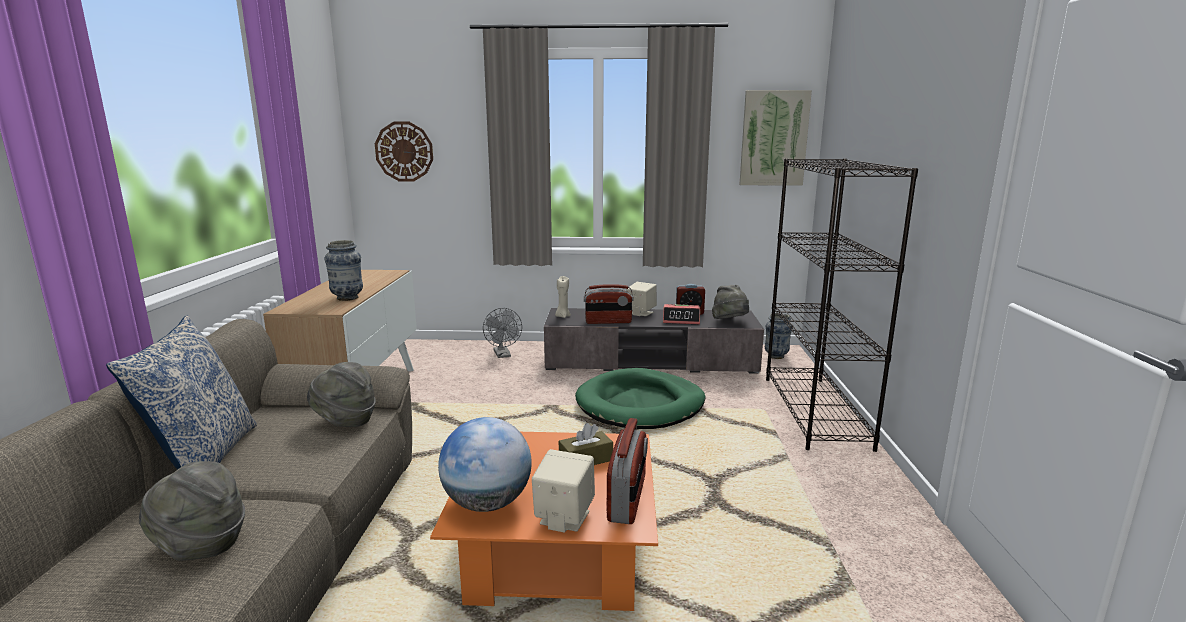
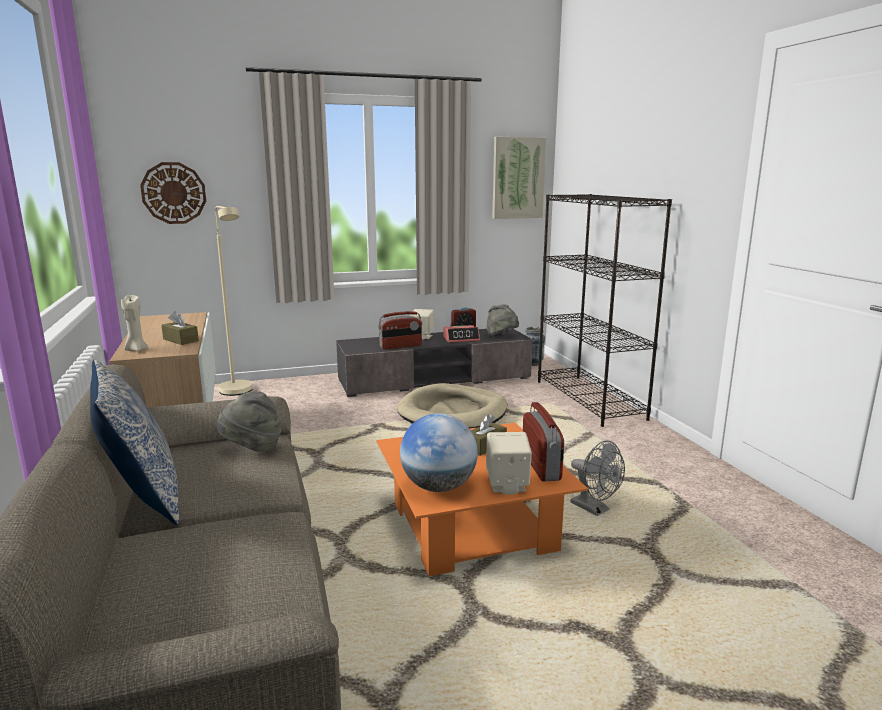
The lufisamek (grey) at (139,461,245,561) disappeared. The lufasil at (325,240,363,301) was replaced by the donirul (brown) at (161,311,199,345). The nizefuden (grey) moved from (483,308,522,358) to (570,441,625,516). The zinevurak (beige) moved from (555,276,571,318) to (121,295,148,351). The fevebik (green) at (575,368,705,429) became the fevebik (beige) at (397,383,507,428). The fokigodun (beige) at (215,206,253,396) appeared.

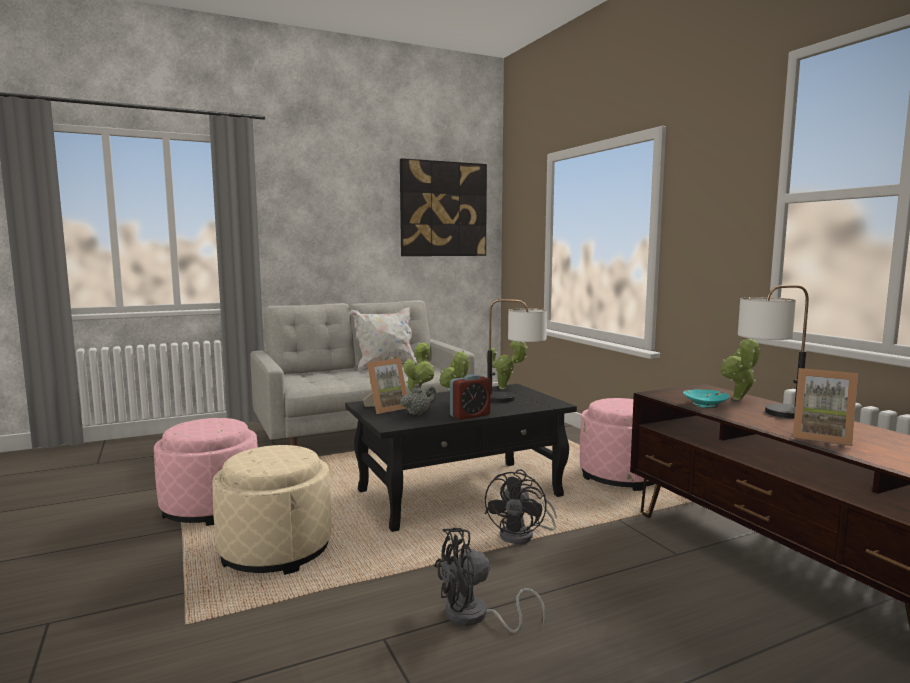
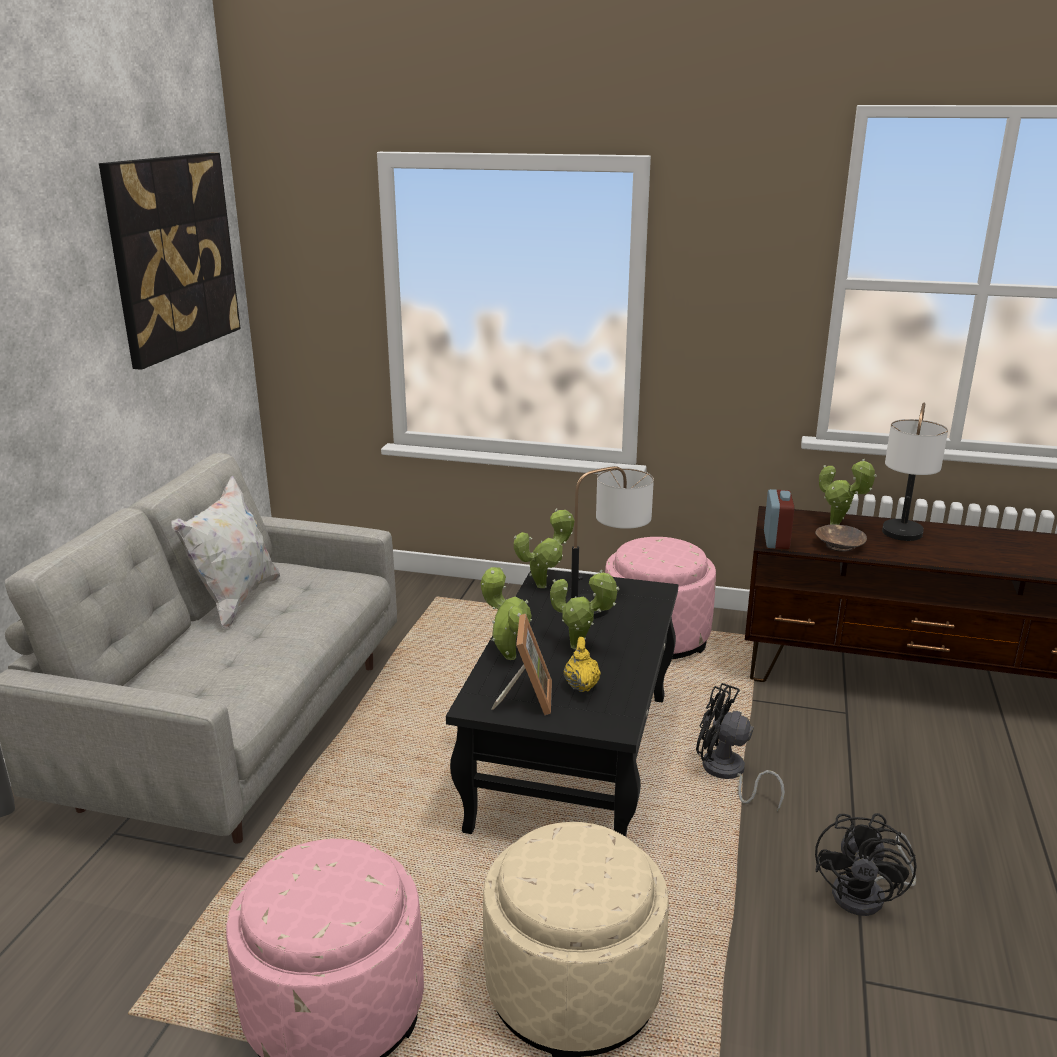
The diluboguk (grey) at (400,384,436,415) became the diluboguk (yellow) at (564,637,601,692). The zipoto moved from (450,374,491,420) to (764,489,795,549). The nizefuden (black) at (485,469,557,545) turned 150 degrees clockwise. The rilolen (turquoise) at (683,389,730,408) became the rilolen (brown) at (815,524,867,552). The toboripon at (793,368,858,446) disappeared.

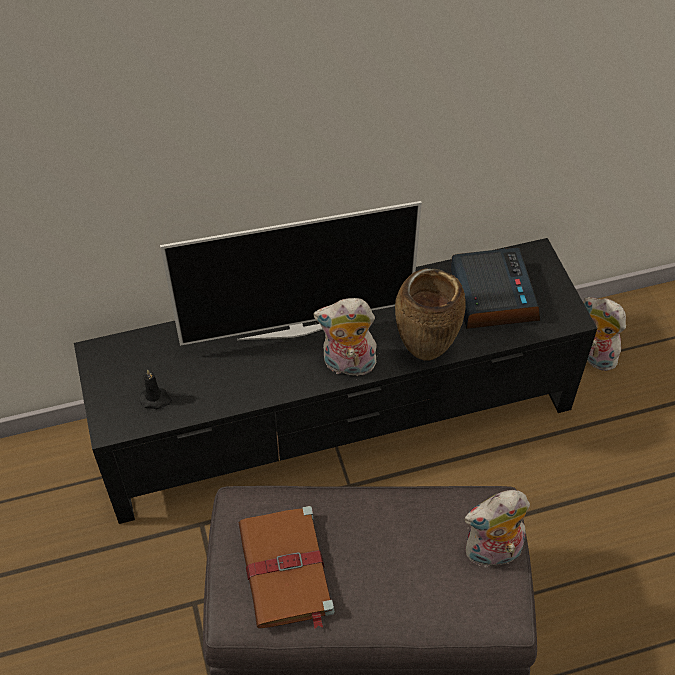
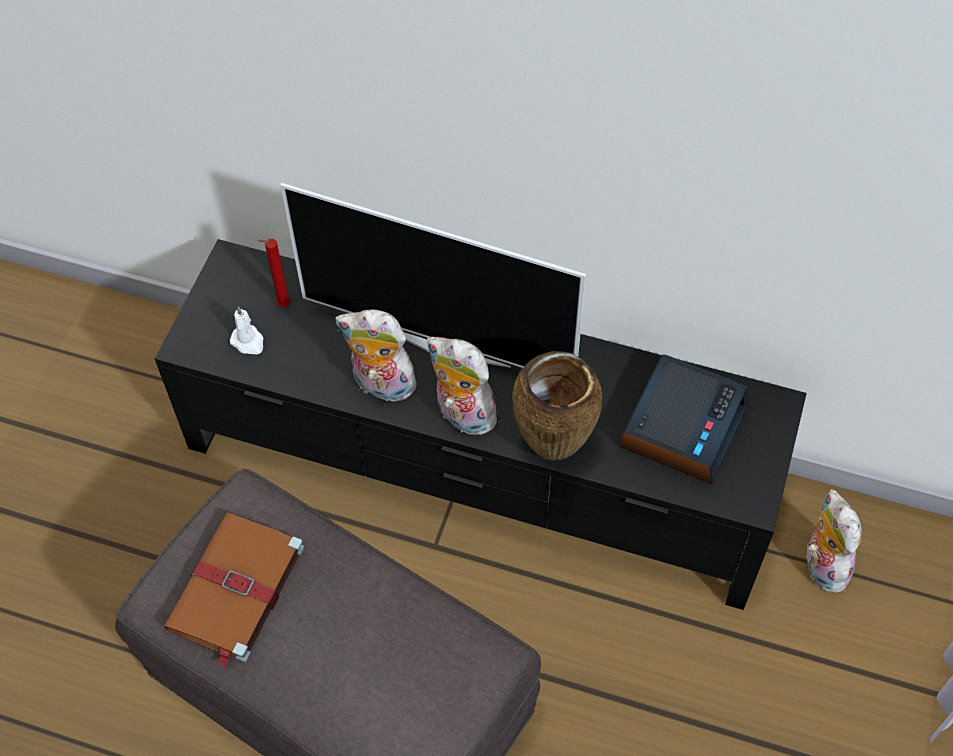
The zinevurak (black) at (139,369,172,409) became the zinevurak (white) at (230,306,263,354). The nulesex moved from (464,490,530,568) to (335,309,421,402). The zinevurak (red) at (258,239,291,307) appeared.

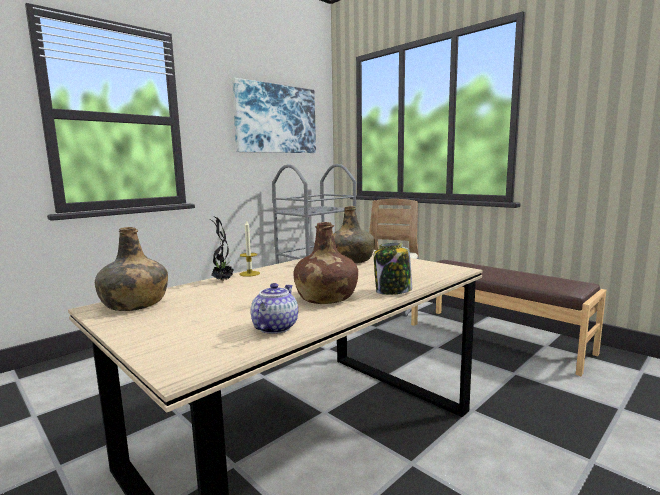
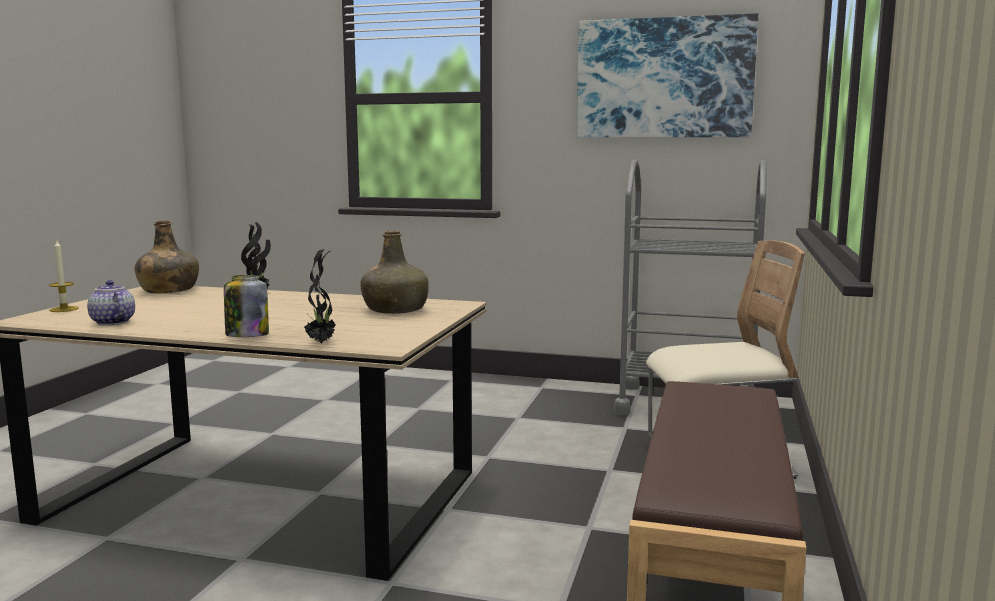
The zinevurak moved from (240,221,260,277) to (49,240,79,312). The diluboguk at (251,283,298,334) turned 120 degrees counterclockwise. The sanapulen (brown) at (294,222,358,304) disappeared. The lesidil at (304,249,338,343) appeared.

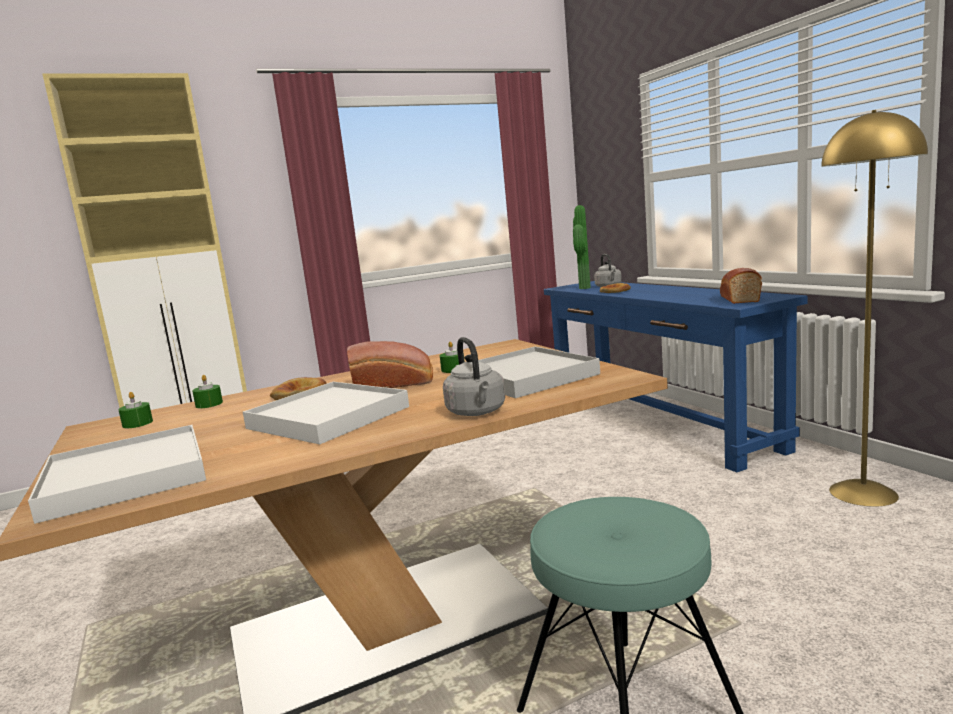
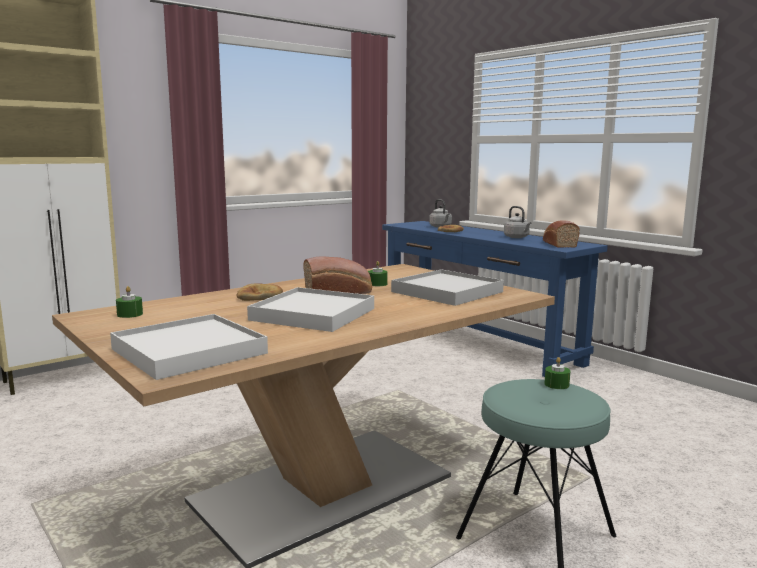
The zinevurak (green) moved from (192,375,223,408) to (544,357,570,389). The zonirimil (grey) moved from (443,337,505,416) to (504,206,532,238). The lesidil at (573,205,591,289) disappeared. The fokigodun (yellow) at (821,110,928,507) disappeared.

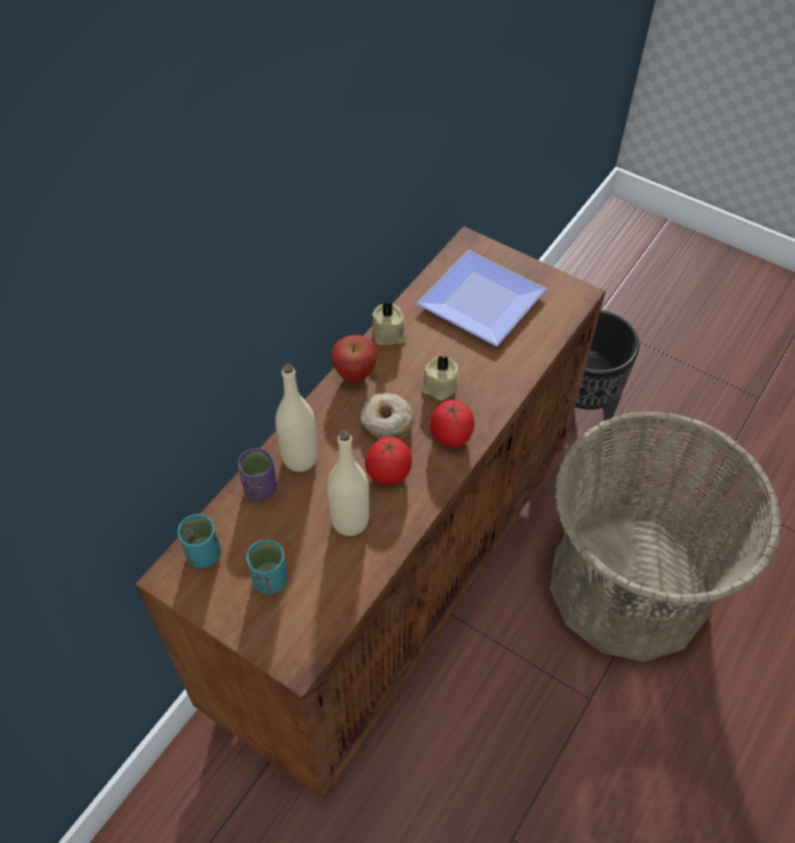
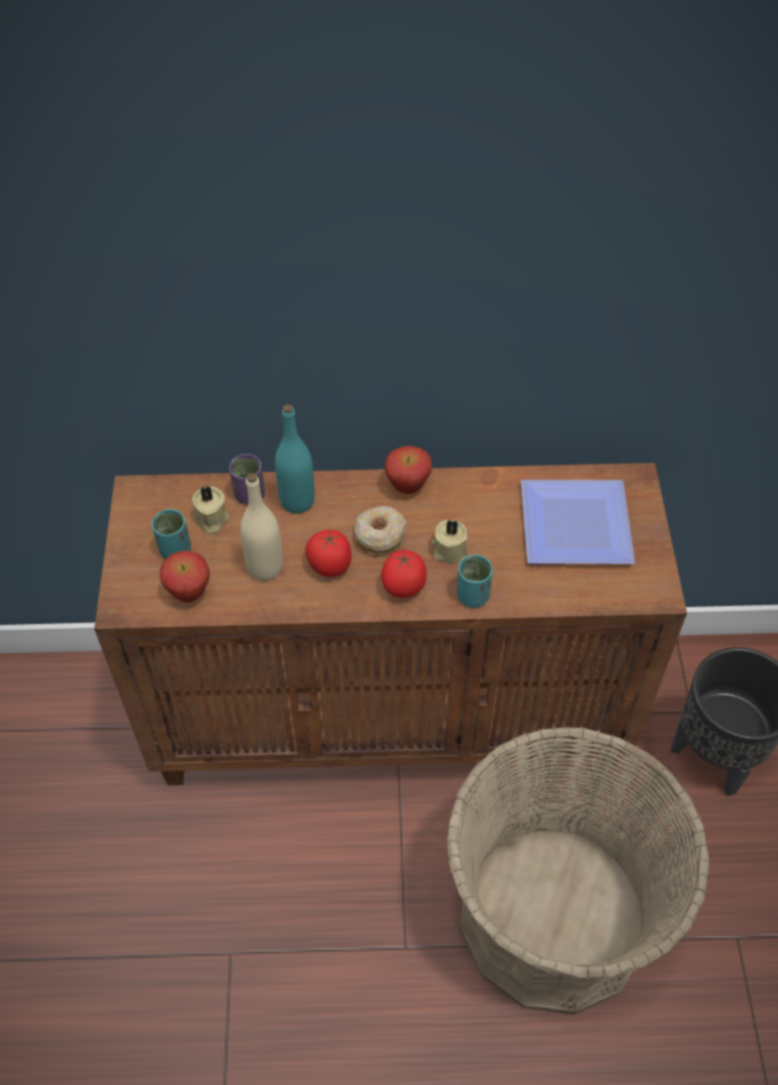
The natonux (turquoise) moved from (178,514,221,568) to (457,555,493,608). The sanapulen (beige) at (275,363,318,472) became the sanapulen (turquoise) at (275,404,315,514). The zinevurak (beige) moved from (371,301,407,345) to (192,486,229,534). The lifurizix at (159,551,210,603) appeared.

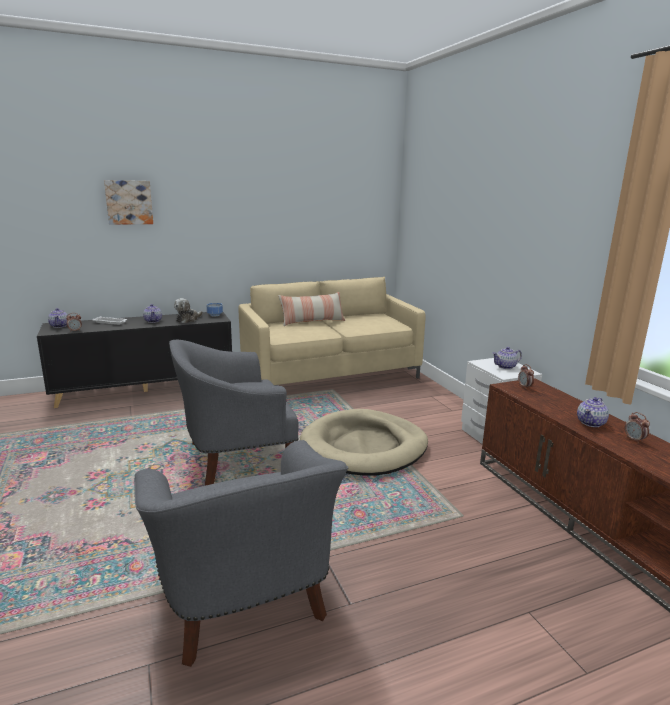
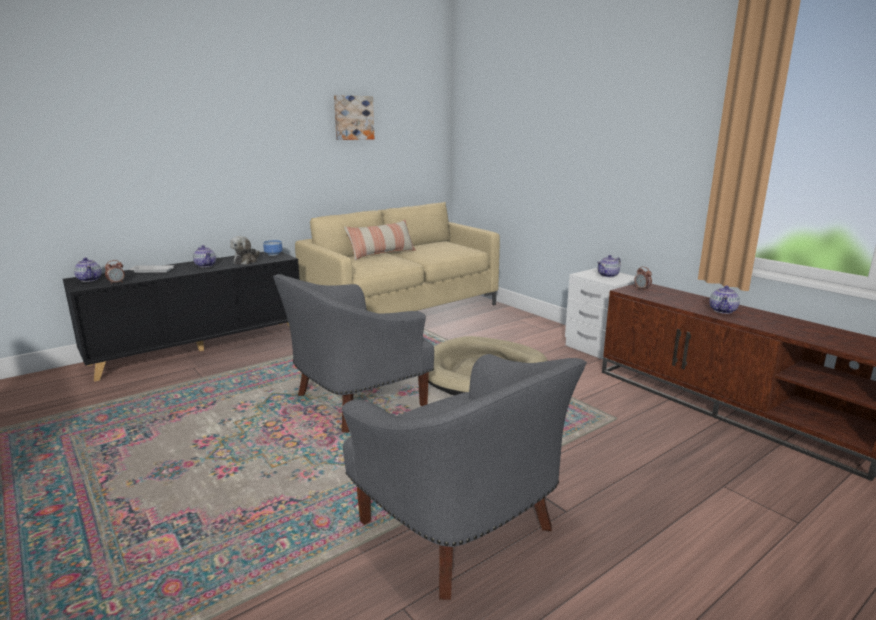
The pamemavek moved from (104,180,153,225) to (334,95,374,140). The zipoto at (625,412,650,444) disappeared.

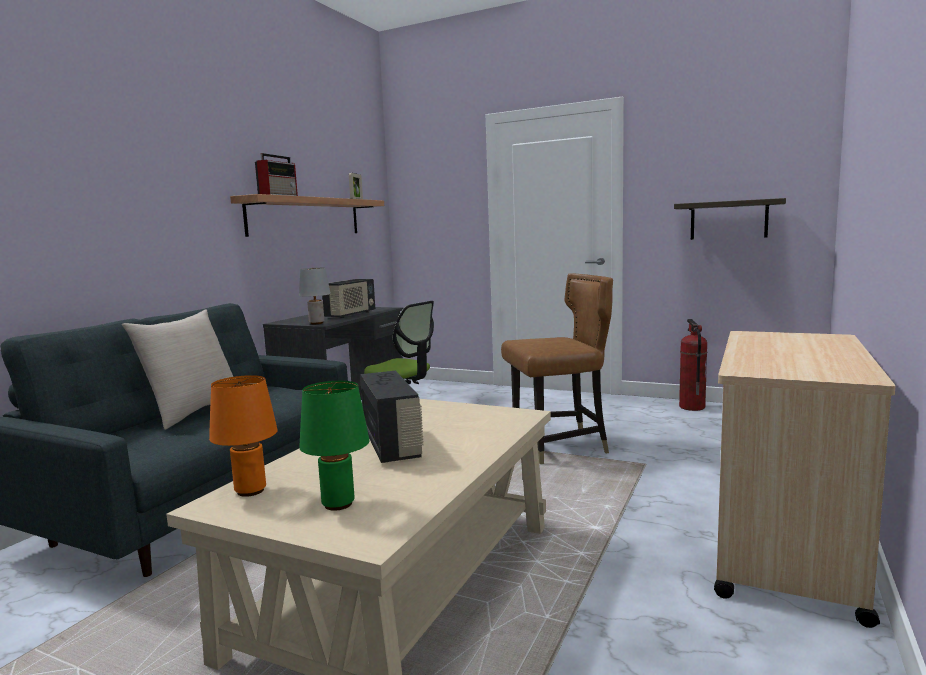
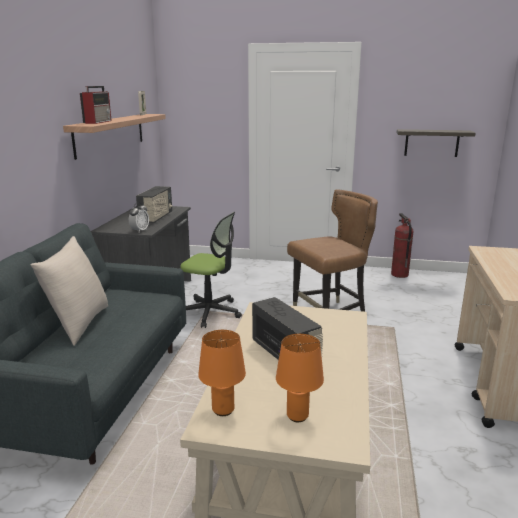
The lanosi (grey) at (299,268,331,324) was replaced by the zipoto at (129,202,149,232). The lanosi (green) at (299,381,369,511) became the lanosi (orange) at (276,334,324,422).

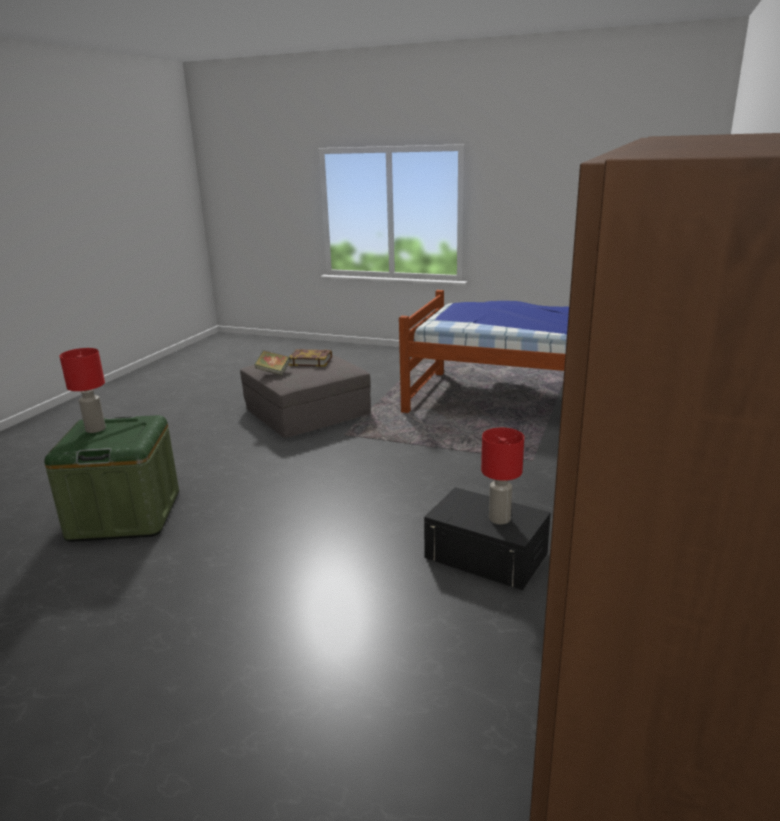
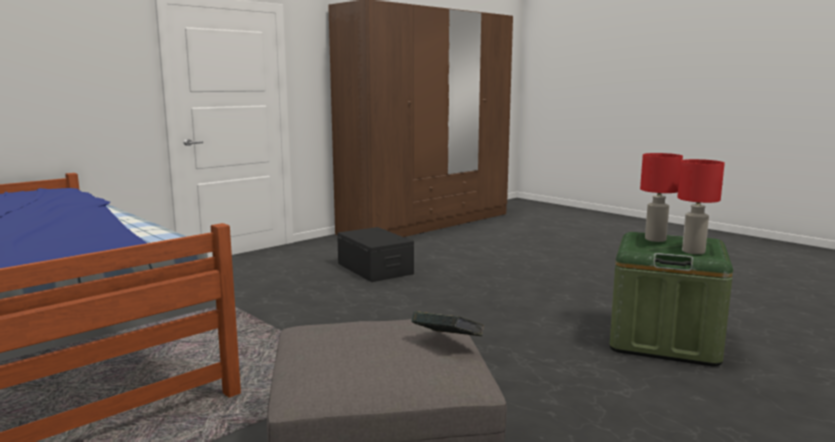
The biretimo at (289,349,332,367) disappeared. The lanosi (red) moved from (481,428,524,524) to (640,153,683,242).

